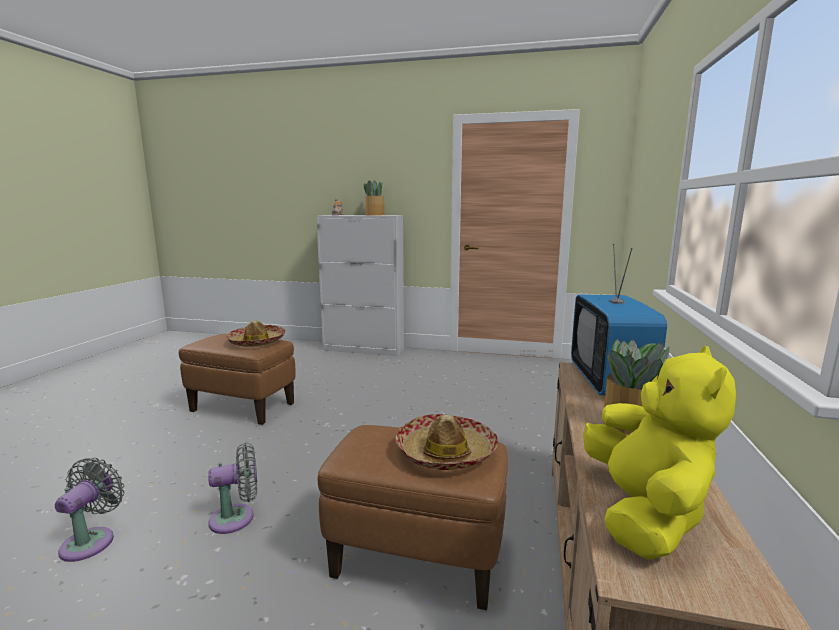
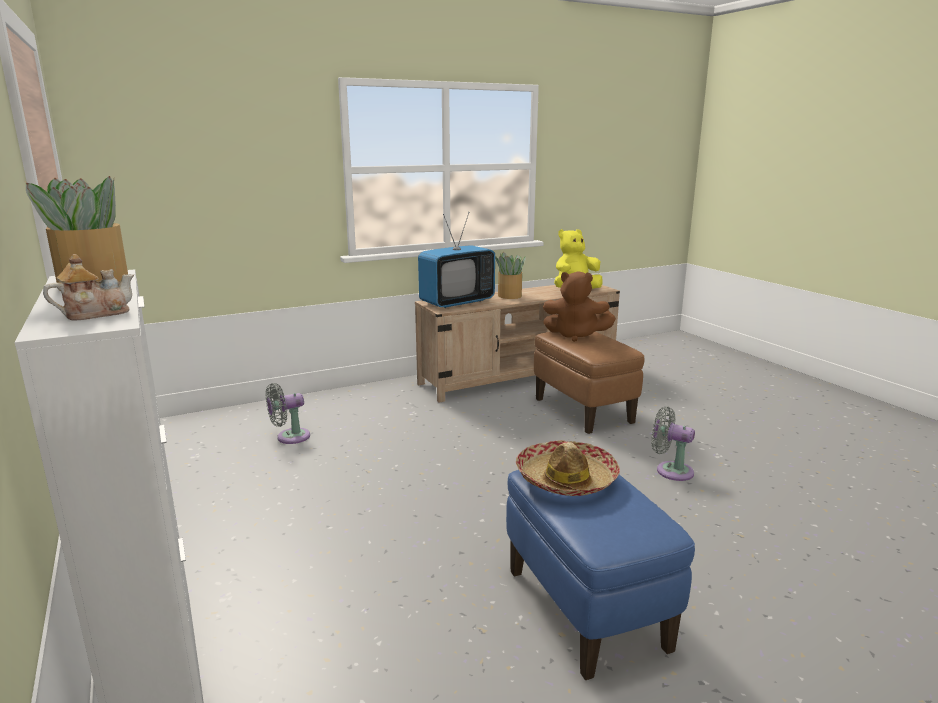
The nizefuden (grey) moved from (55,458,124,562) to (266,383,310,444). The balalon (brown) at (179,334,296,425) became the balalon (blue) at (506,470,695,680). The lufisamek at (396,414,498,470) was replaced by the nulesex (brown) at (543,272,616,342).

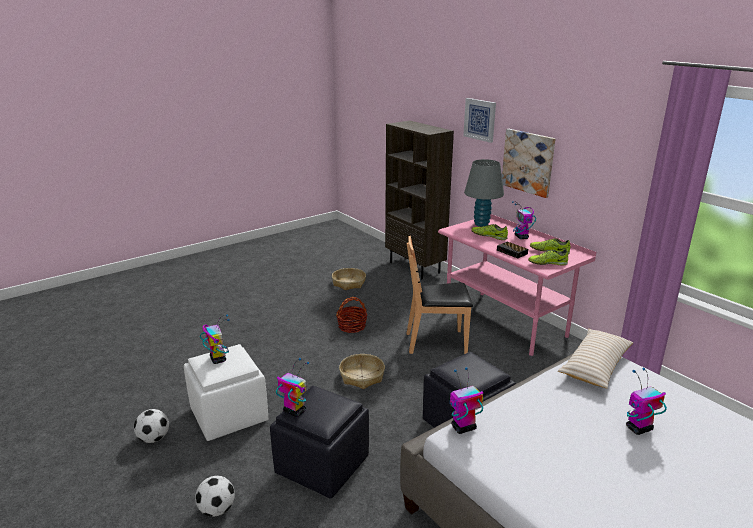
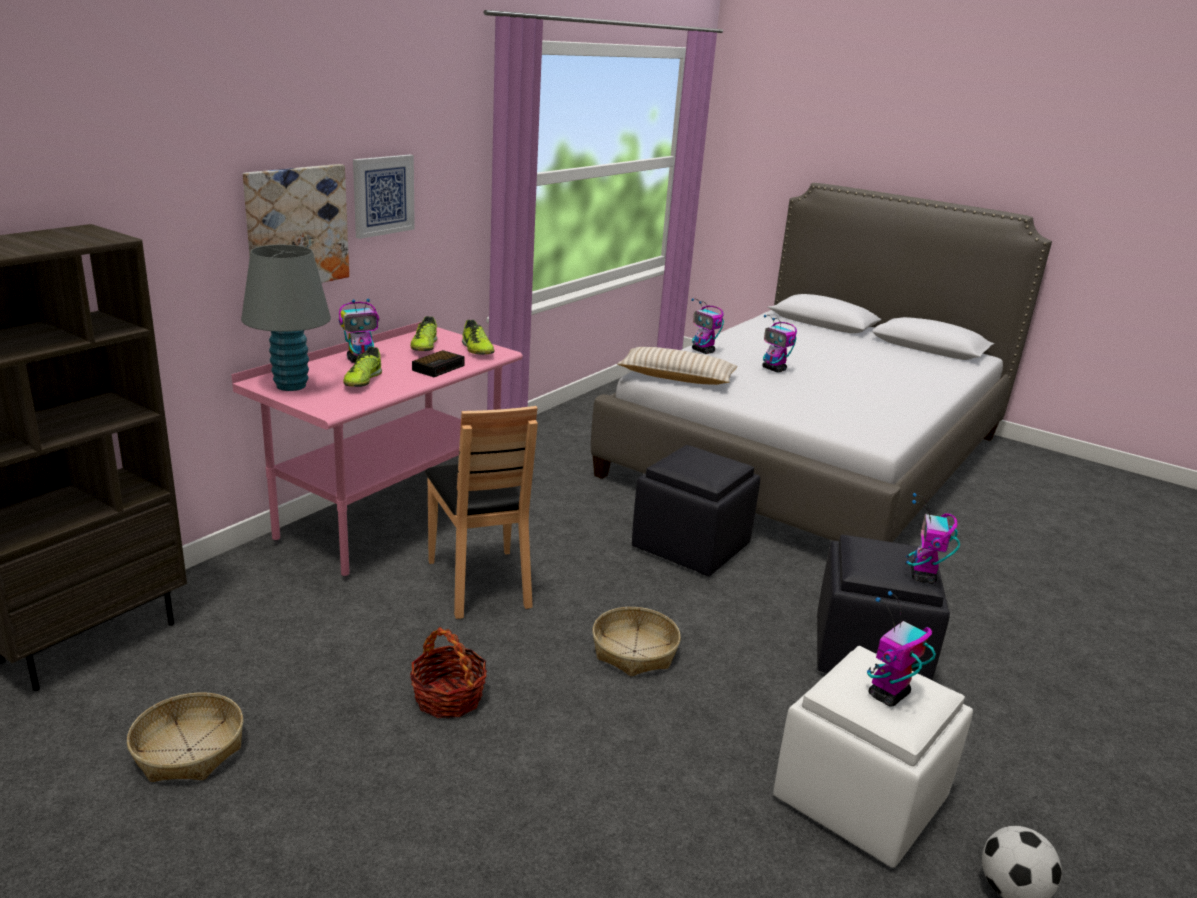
The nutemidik at (195,476,235,517) disappeared. The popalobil moved from (450,367,484,434) to (691,298,724,354). The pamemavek moved from (463,98,496,143) to (353,154,415,239).

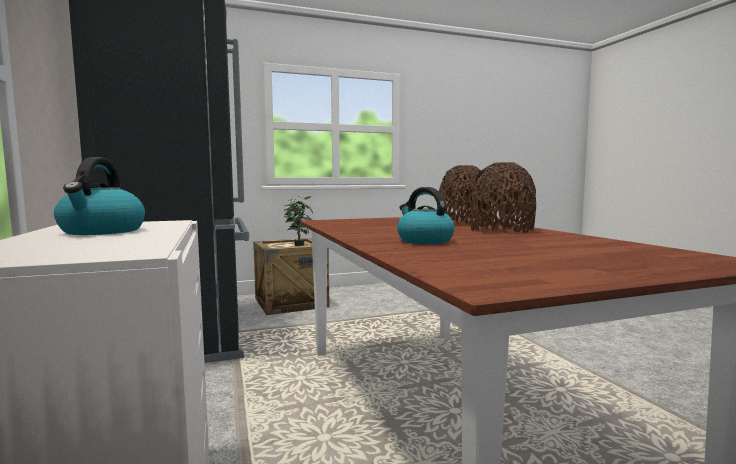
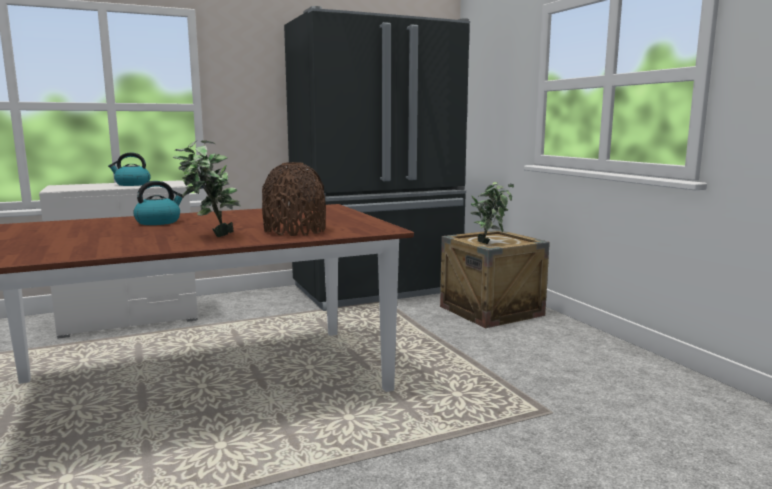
The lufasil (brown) at (471,162,536,233) was replaced by the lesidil at (173,140,240,237).

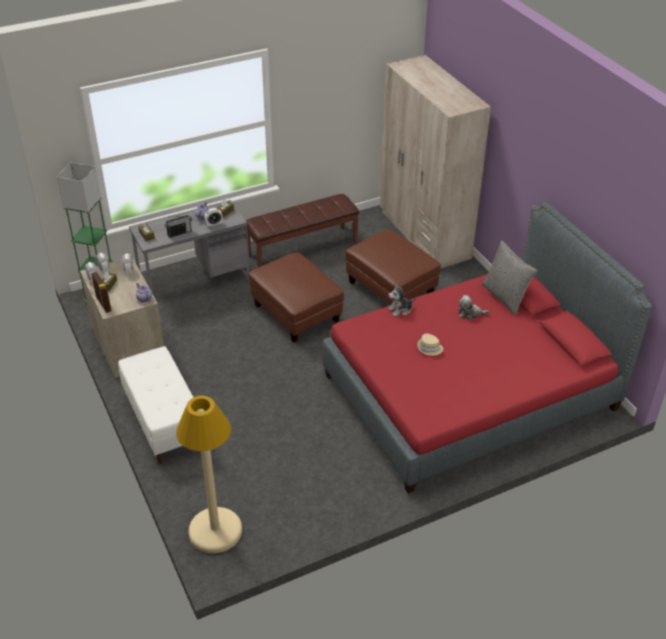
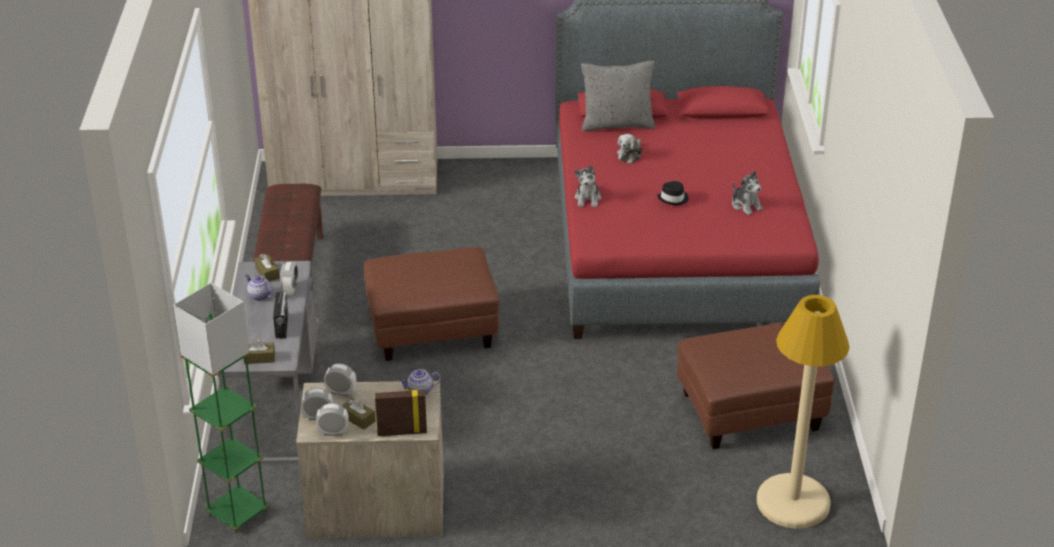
The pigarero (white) at (118,346,193,464) disappeared. The balalon (brown) moved from (345,229,441,305) to (677,322,834,449). The lufisamek (beige) at (417,333,443,356) became the lufisamek (black) at (657,181,689,205). The nulesex at (732,171,763,215) appeared.

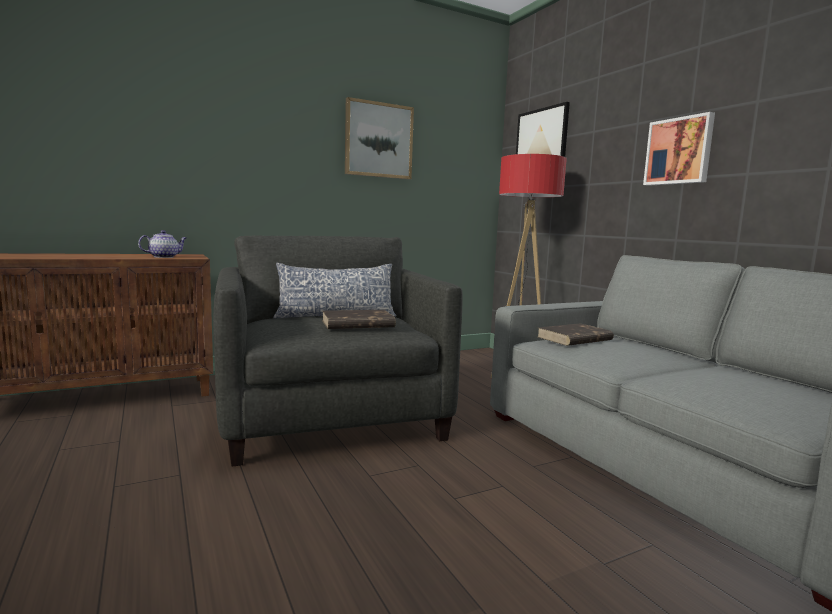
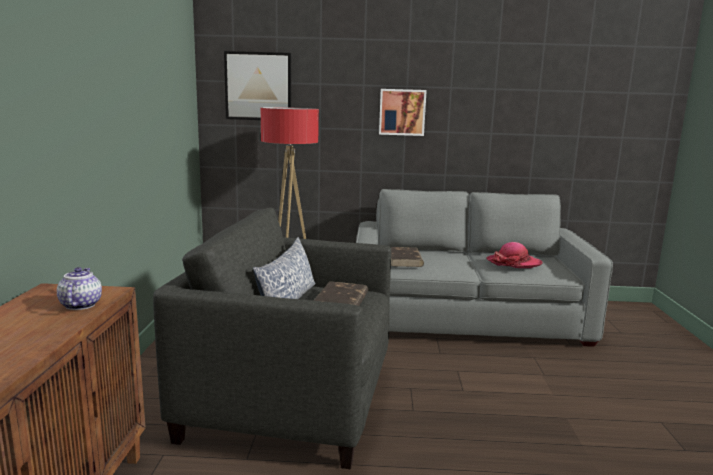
The pamemavek at (345,97,414,179) disappeared. The lufisamek at (486,242,543,268) appeared.

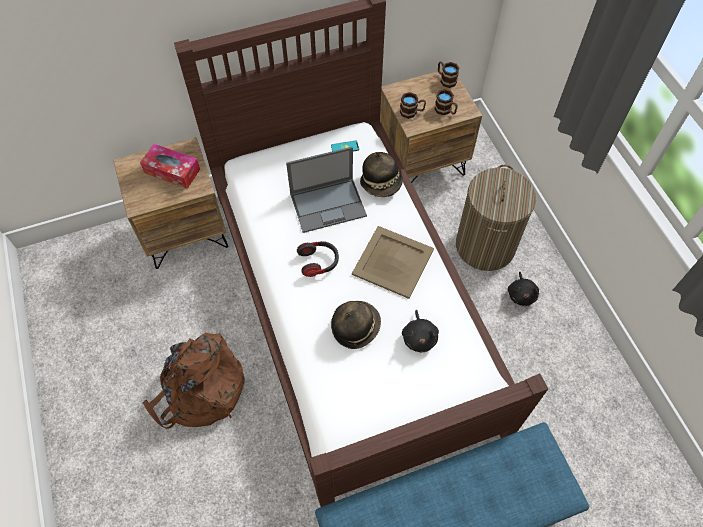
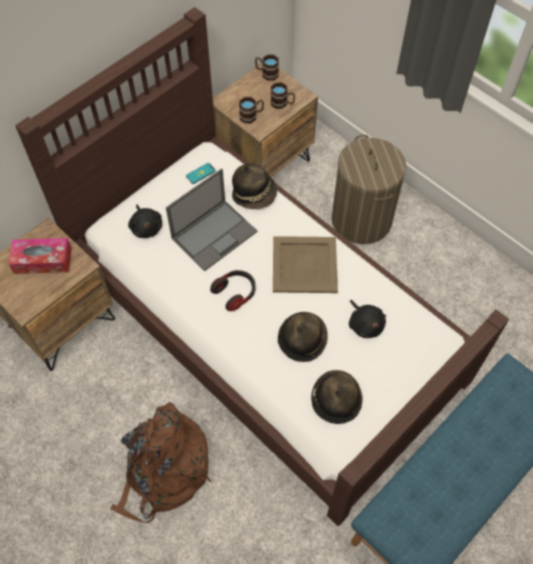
The nulesex (black) moved from (508,272,539,306) to (128,205,162,238). The lufisamek at (311,370,363,424) appeared.

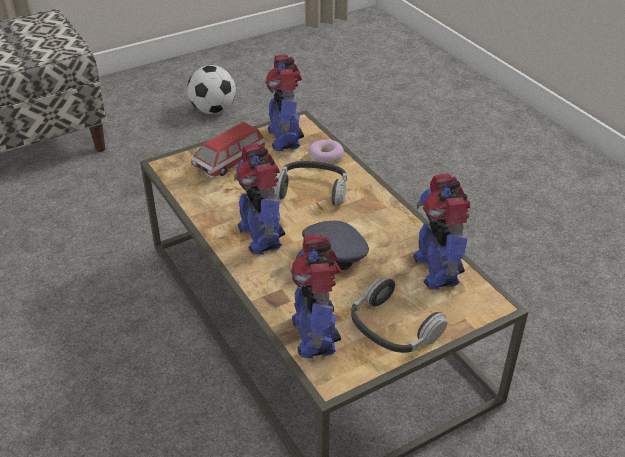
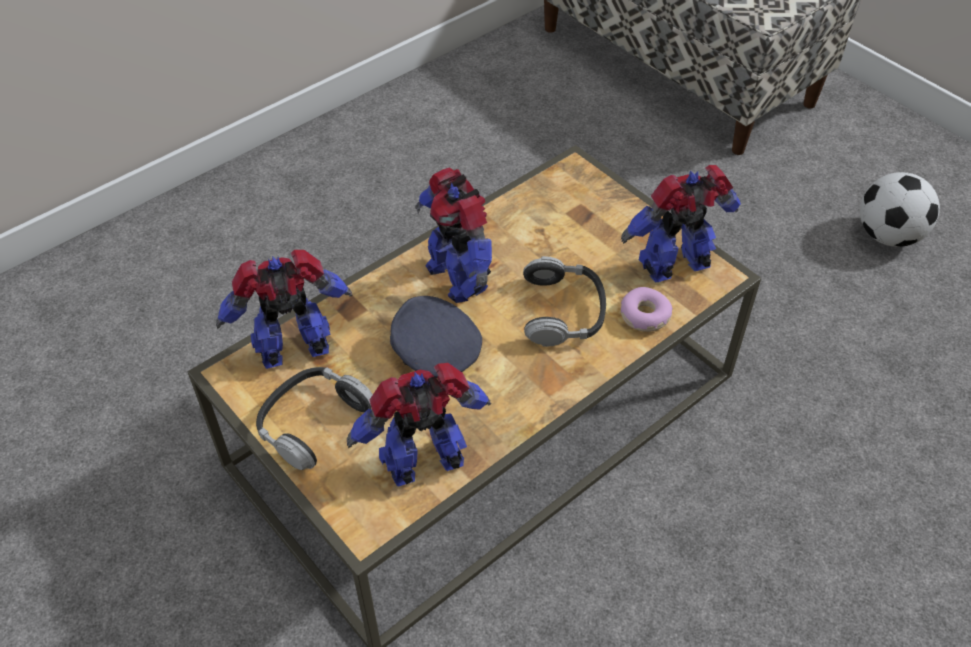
The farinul at (191,122,265,178) disappeared. The popalobil at (234,143,285,255) turned 90 degrees counterclockwise.

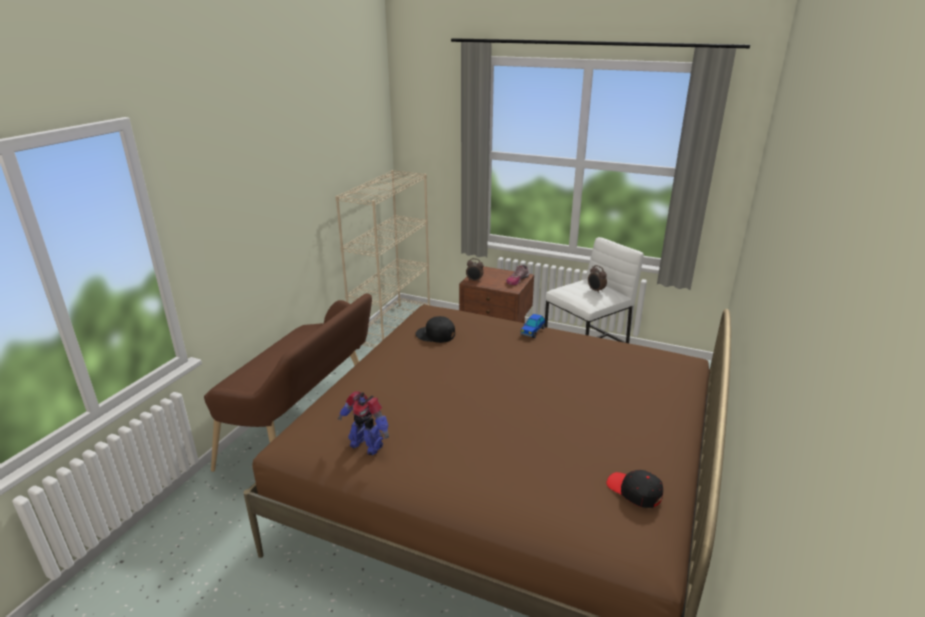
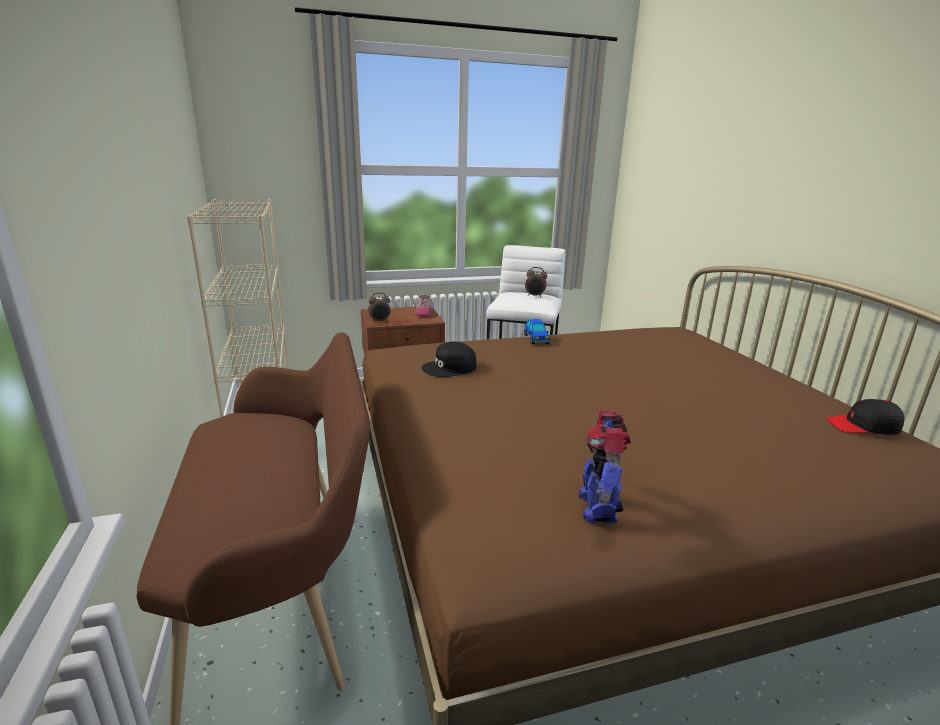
The popalobil at (338,391,389,455) turned 105 degrees clockwise.

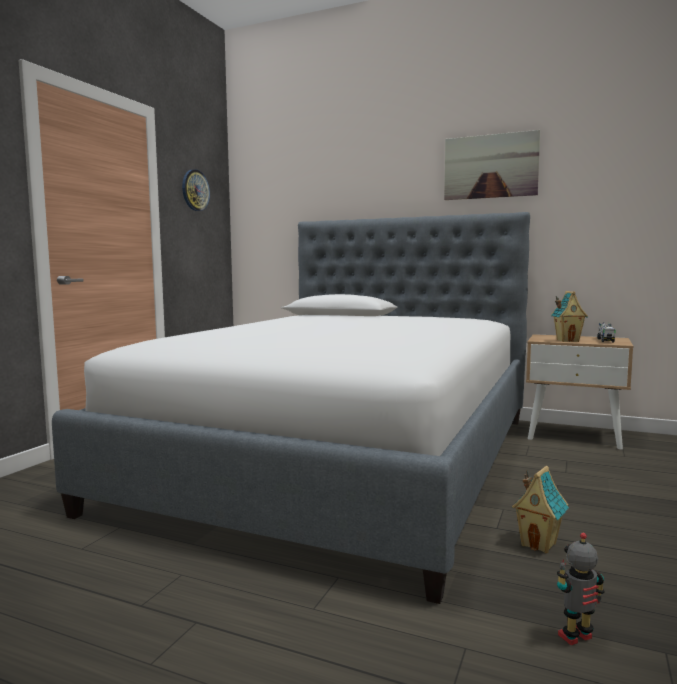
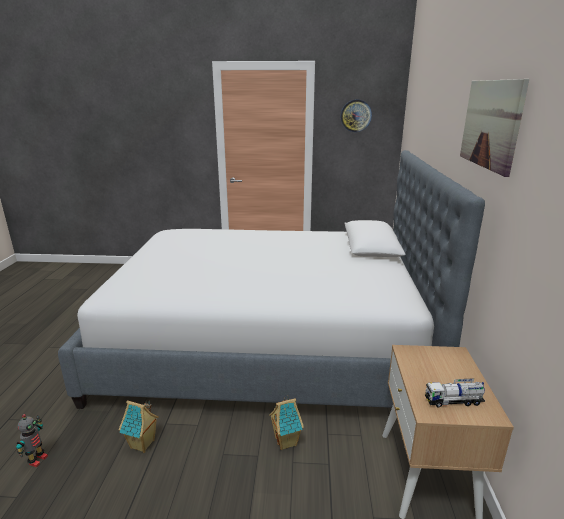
The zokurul moved from (551,291,588,342) to (269,396,304,450). The popalobil at (557,533,605,645) turned 60 degrees clockwise.

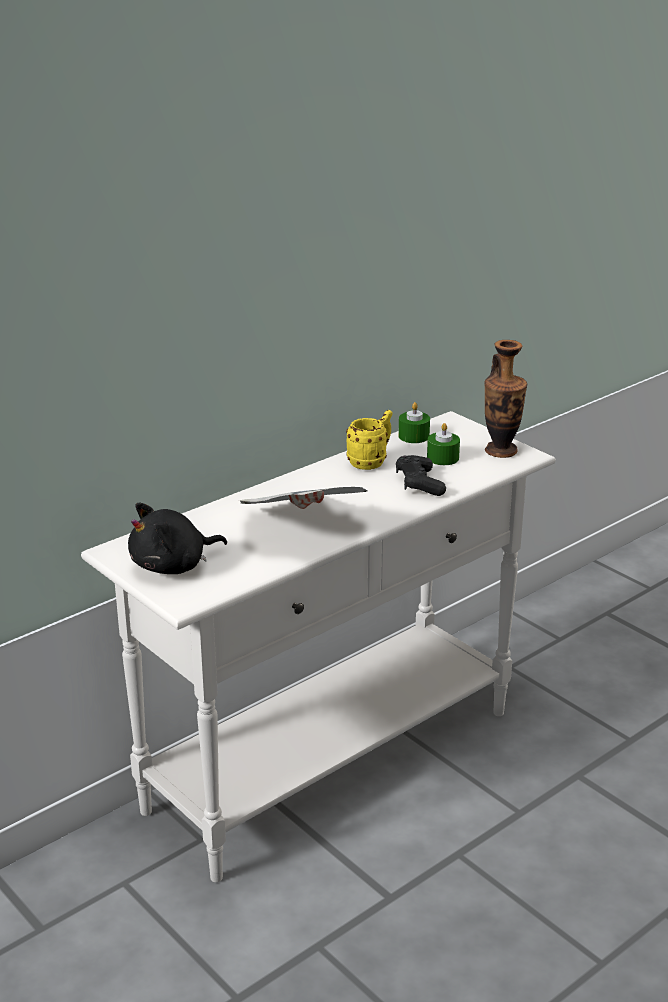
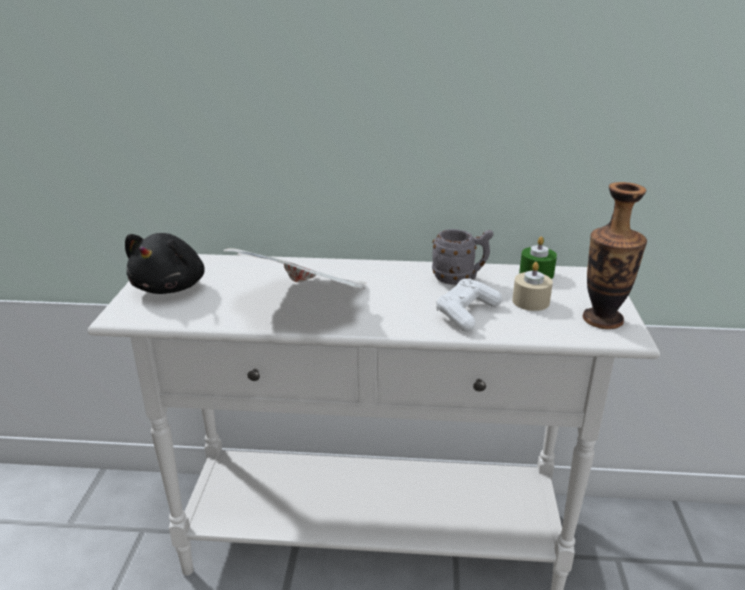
The nulesex (black) at (128,503,227,574) turned 90 degrees counterclockwise. The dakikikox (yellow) at (346,410,393,470) became the dakikikox (grey) at (432,229,493,285). The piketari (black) at (396,455,446,496) became the piketari (white) at (436,279,502,332). The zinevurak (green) at (427,423,460,465) became the zinevurak (beige) at (512,262,553,311).

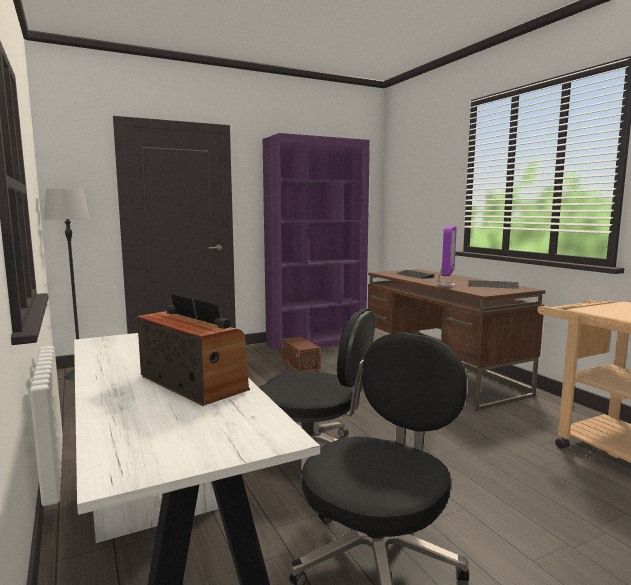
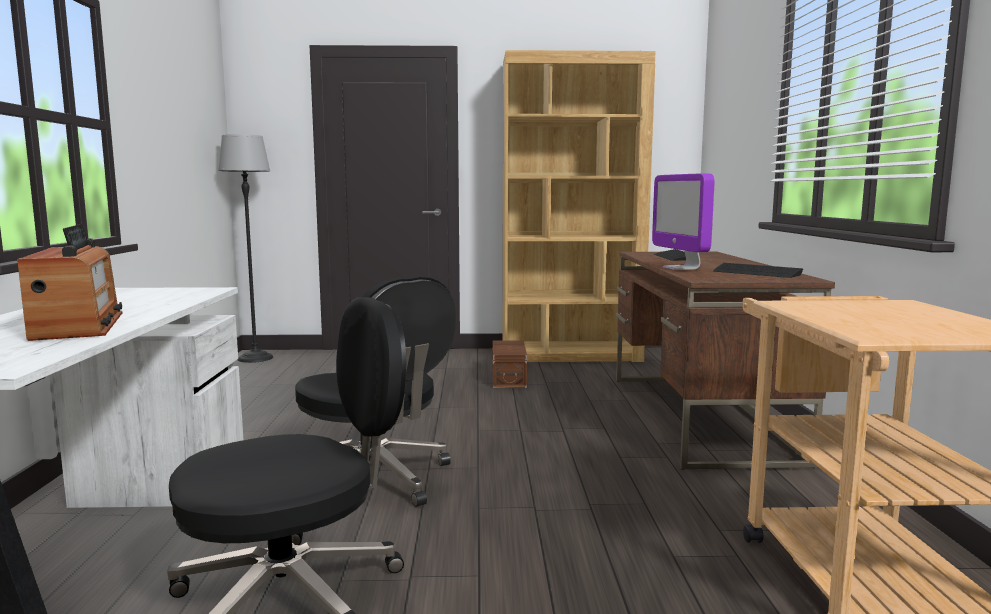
The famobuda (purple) at (262,133,370,352) became the famobuda (brown) at (503,50,655,362). The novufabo at (436,226,457,287) turned 120 degrees clockwise.

